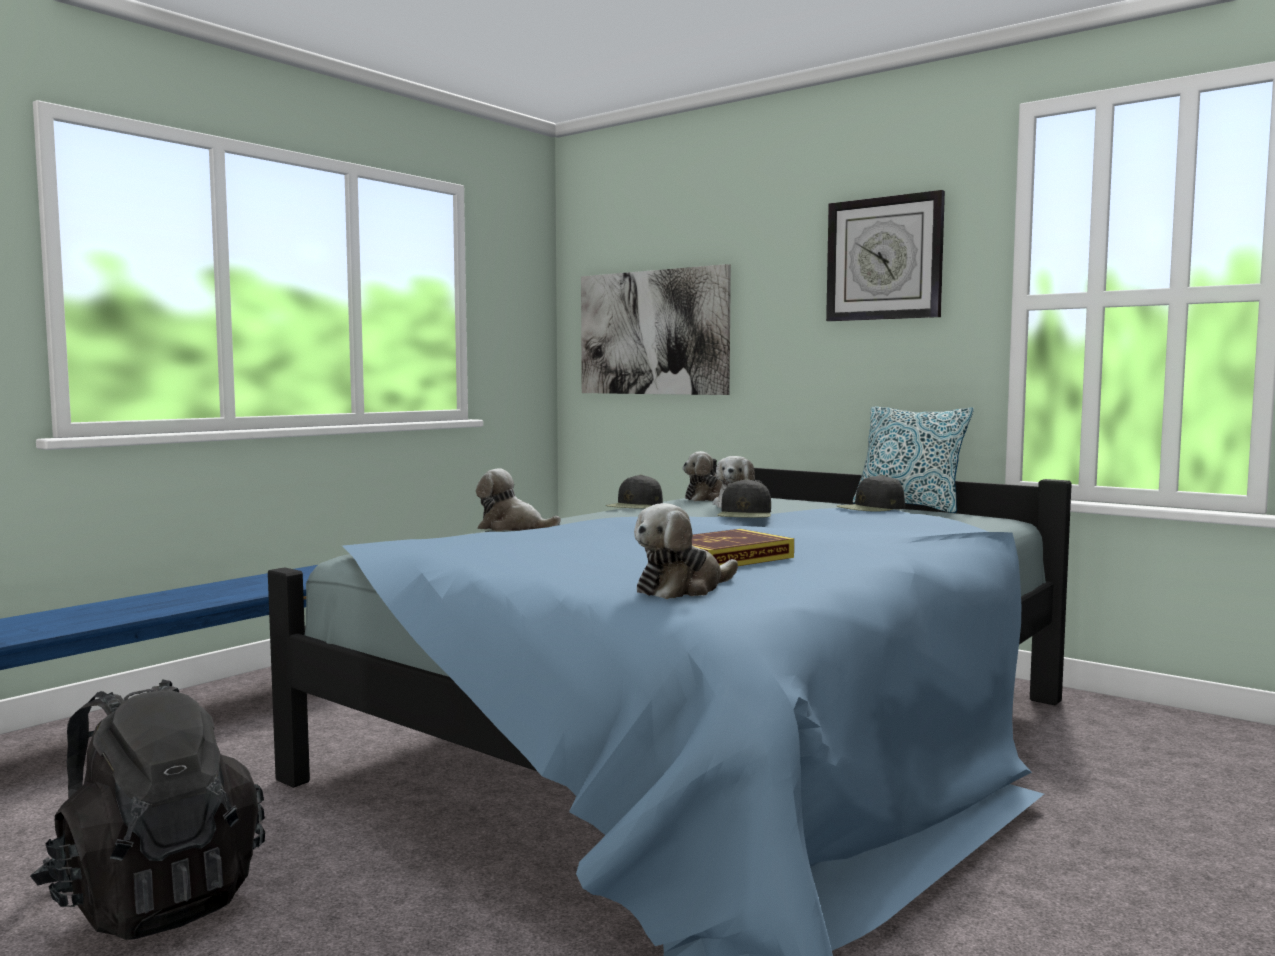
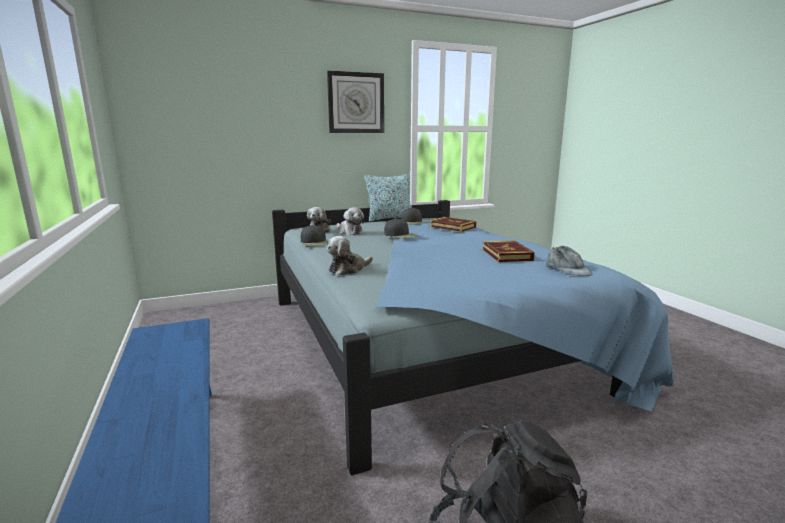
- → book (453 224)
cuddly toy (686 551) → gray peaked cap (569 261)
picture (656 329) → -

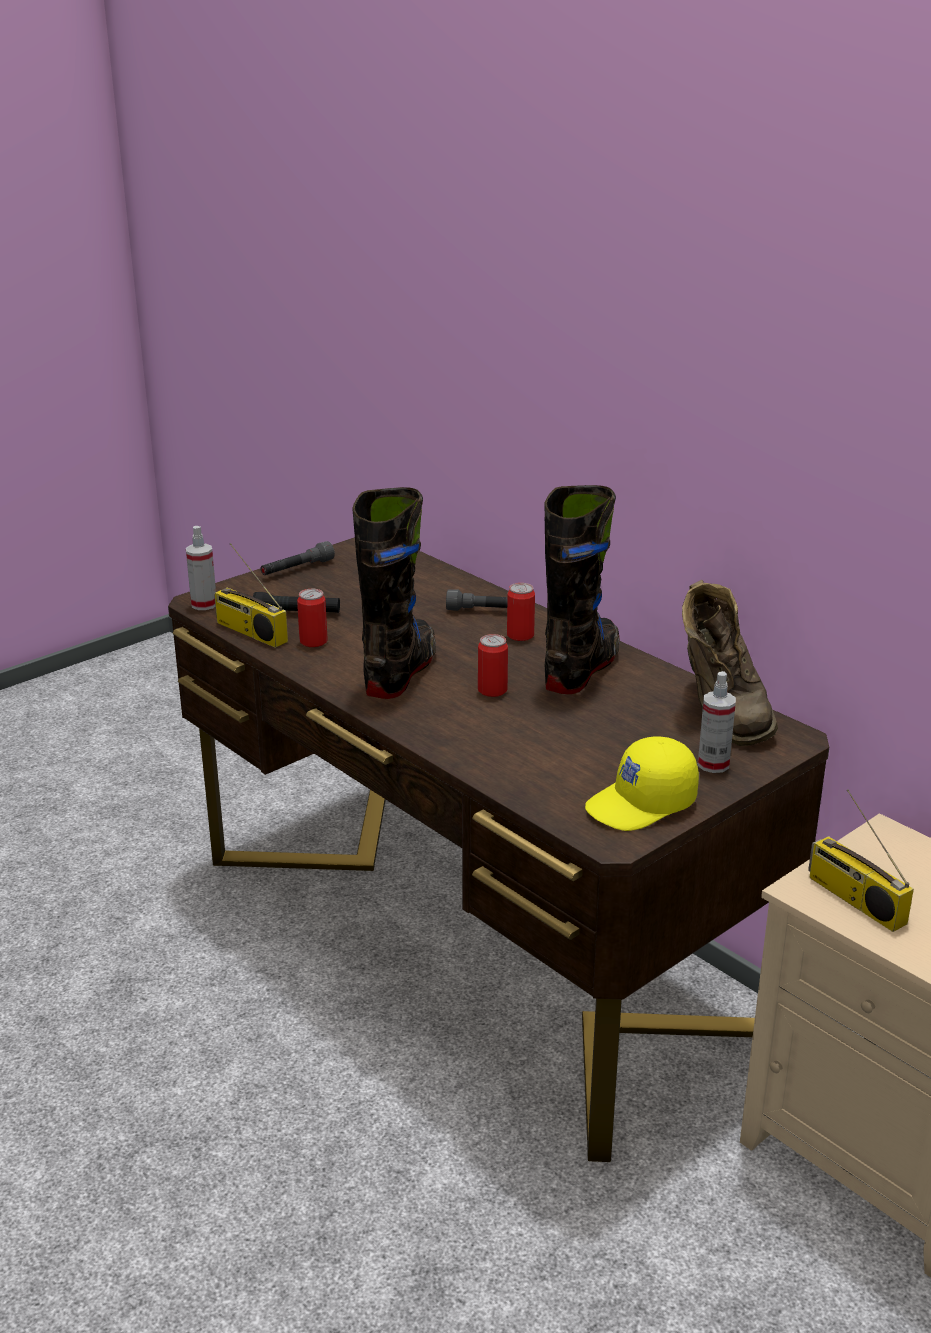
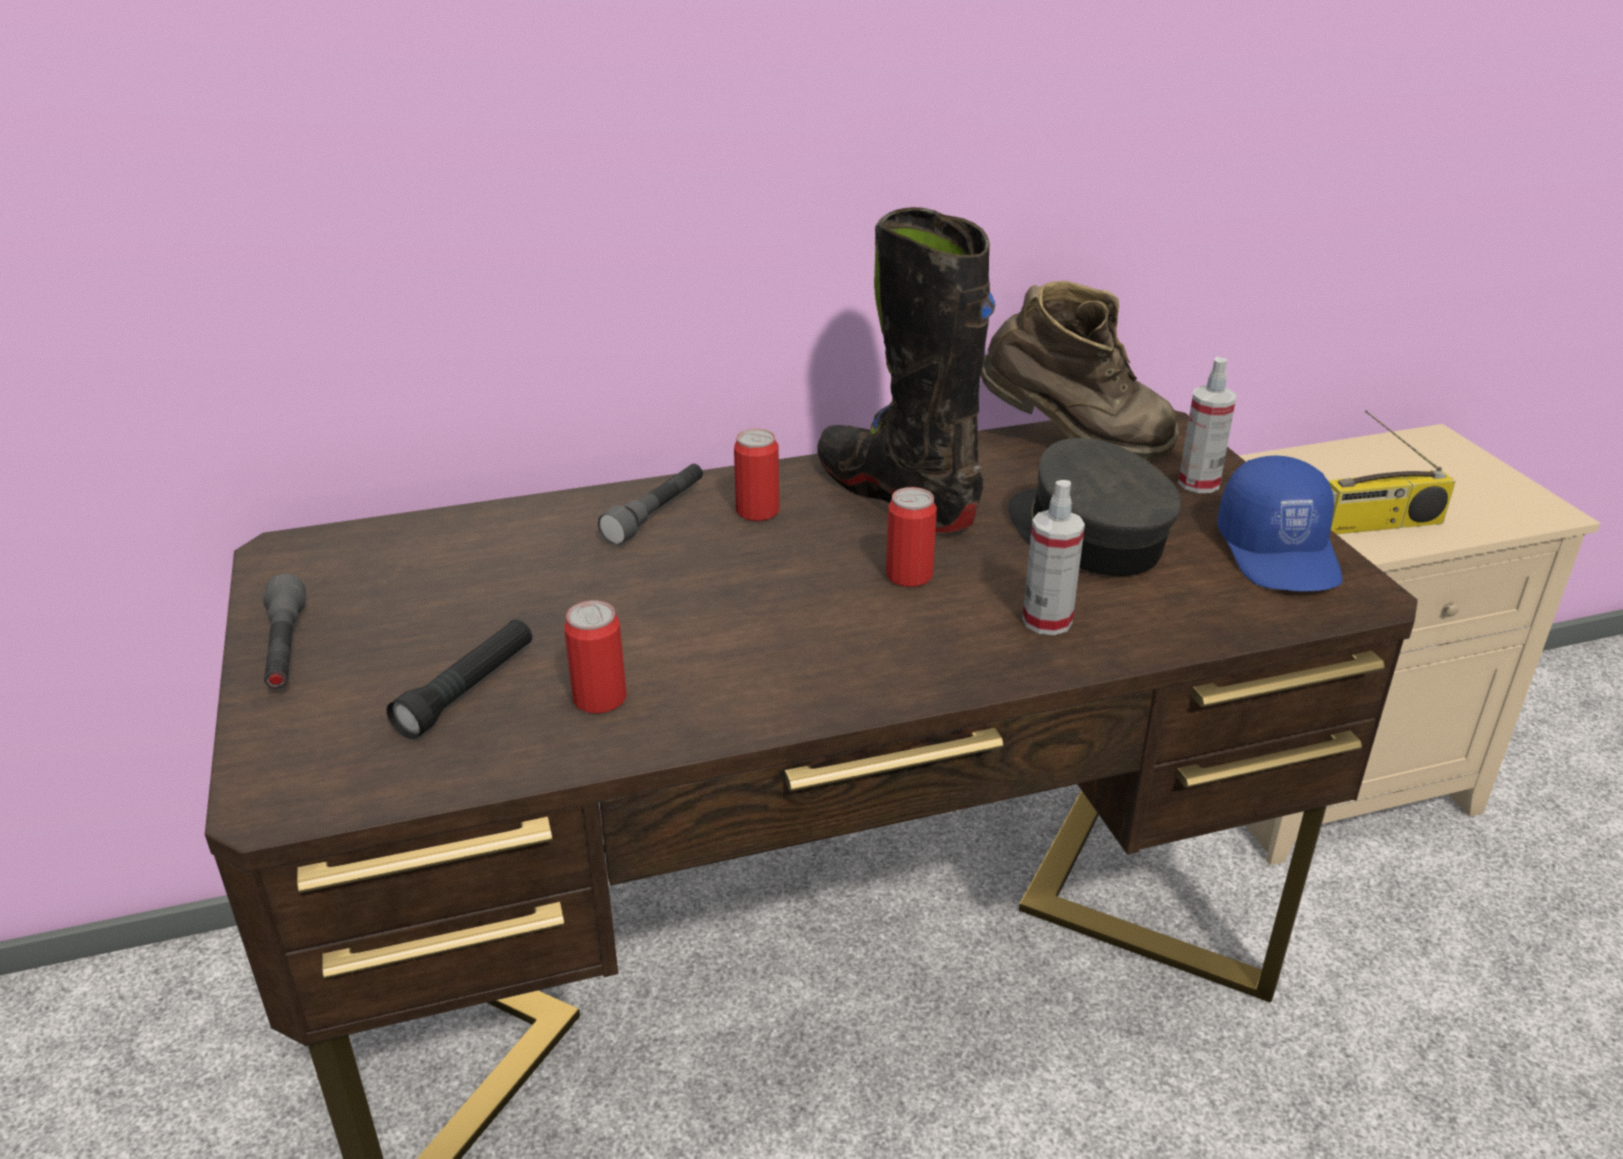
- → gray peaked cap (1095 507)
sprayer (201 568) → sprayer (1053 557), shifted
yellowish peaked cap (642 783) → bluish peaked cap (1280 523)
radio (251 595) → -
blackish boot (394 593) → -

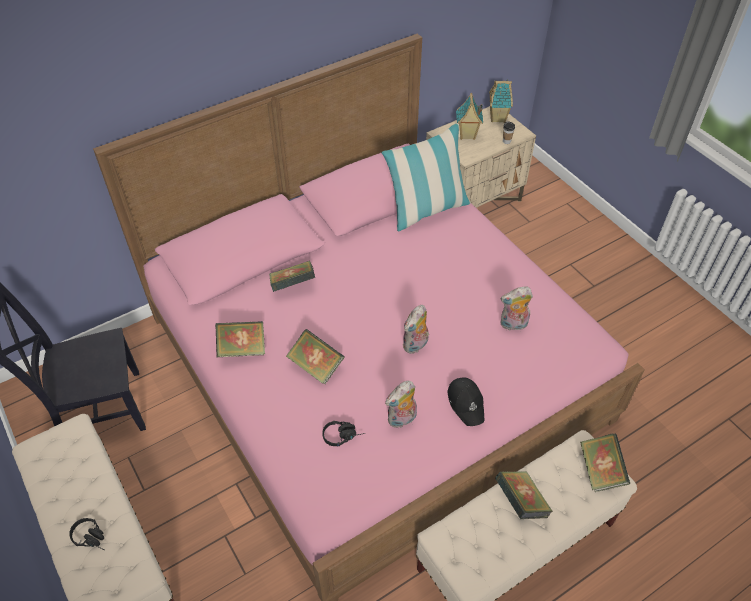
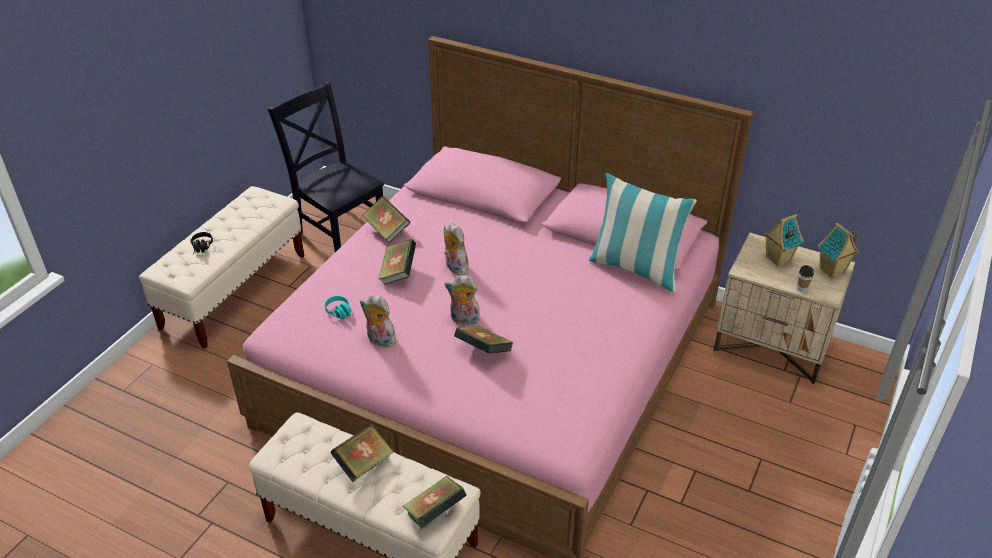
blackish pair of headphones (343 434) → turquoise-coloured pair of headphones (338 309)
cuddly toy (517 308) → cuddly toy (456 249), shifted
book (292 276) → book (483 340), shifted
blackish peaked cap (466 401) → -

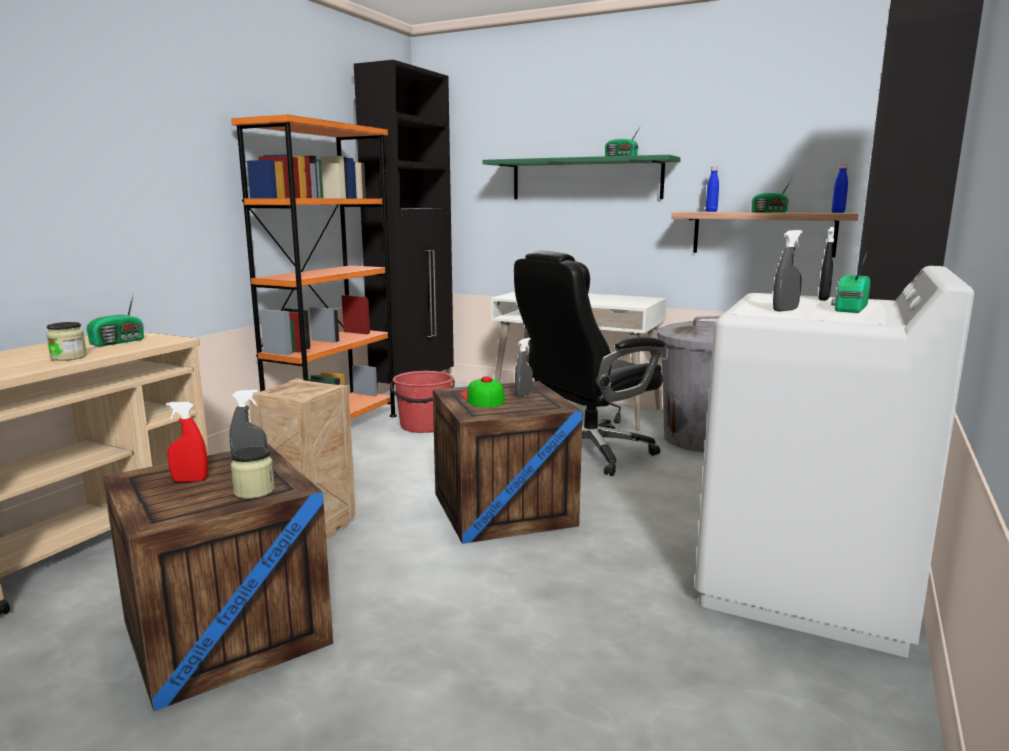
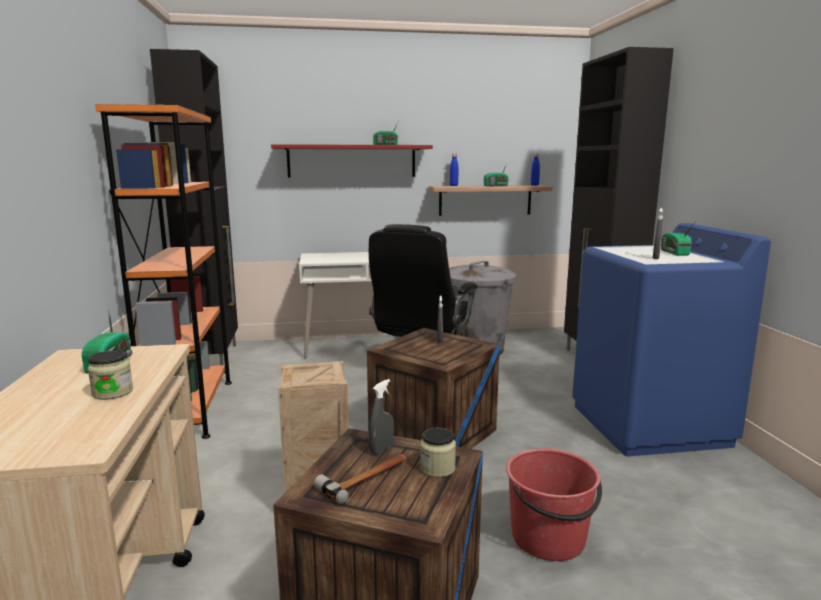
green wall shelf (582 177) → red-coloured wall shelf (352 160)
red-coloured sprayer (187 442) → hand hammer (360 479)
red-coloured water bucket (422 402) → red-coloured water bucket (554 504), shifted
white-coloured laundry appliance (834 462) → bluish laundry appliance (671 339)
peaked cap (483 392) → -
blackish sprayer (826 264) → -

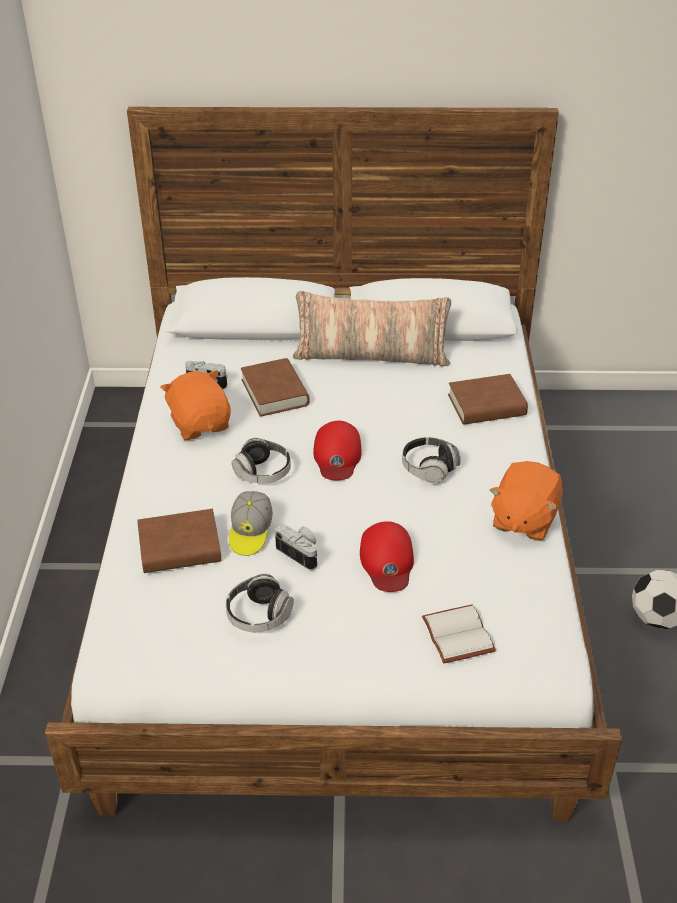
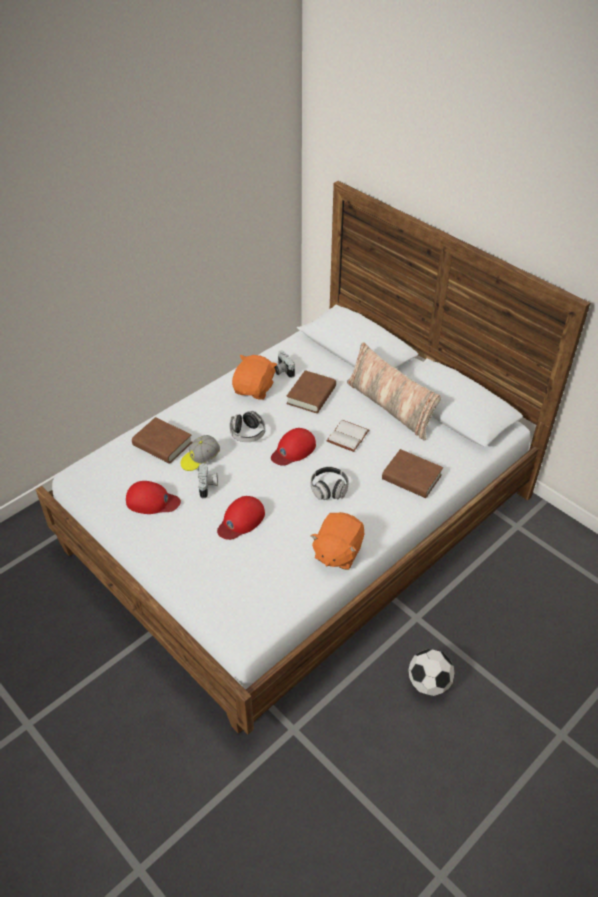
pair of headphones (260 603) → red-coloured peaked cap (153 497)
orange cuddly toy (526 501) → orange cuddly toy (337 541), 45 degrees counterclockwise
white-coloured book (459 634) → white-coloured book (348 436), shifted

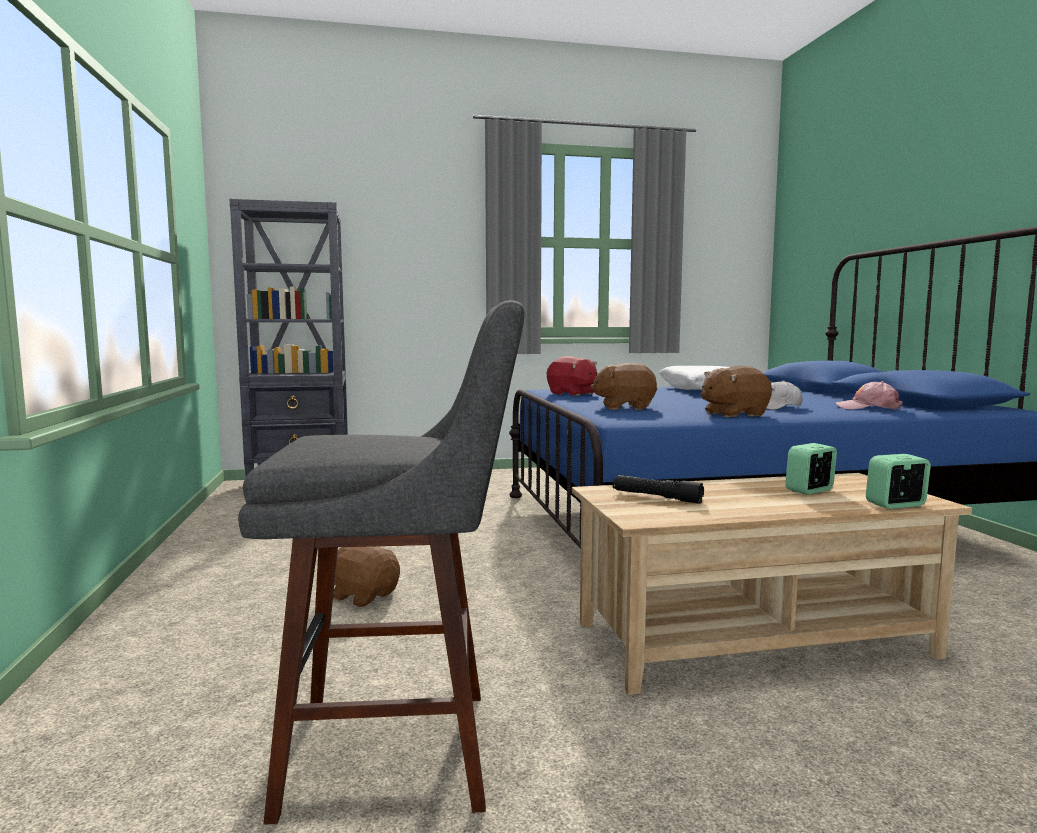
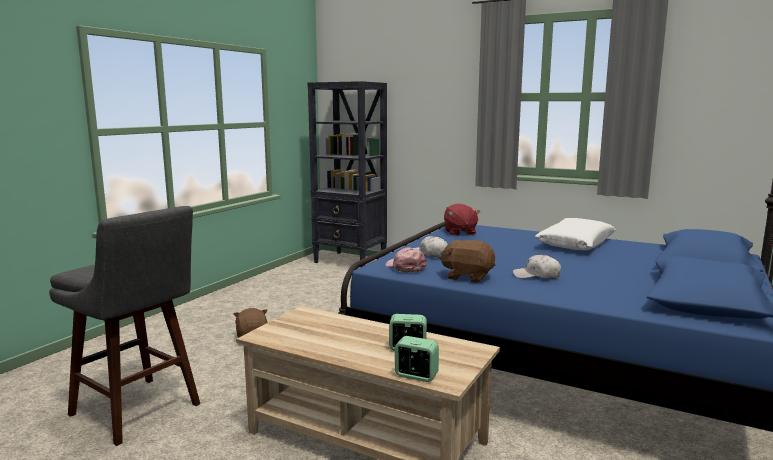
pinkish peaked cap (869 395) → pinkish peaked cap (406 260), shifted
brownish cuddly toy (623 386) → white-coloured peaked cap (431 246)
blackish hand torch (658 489) → -

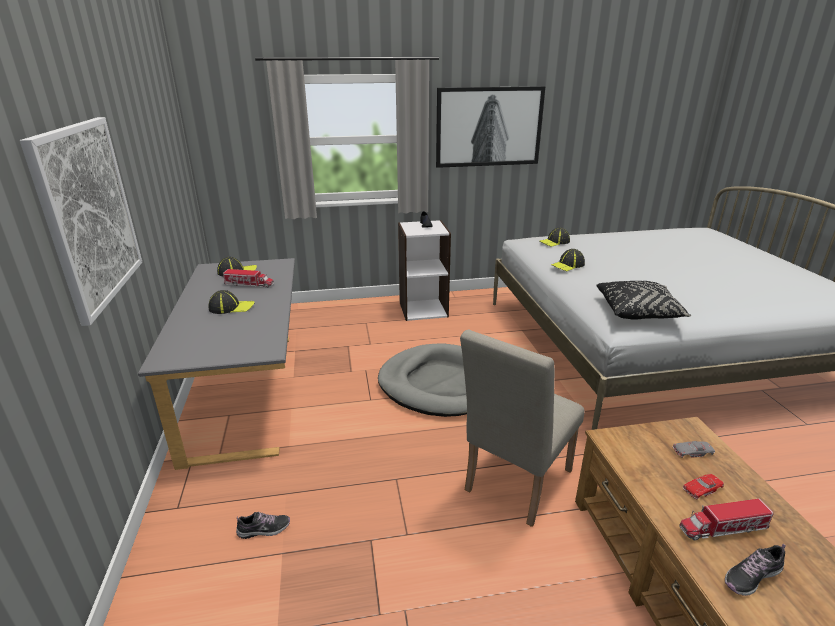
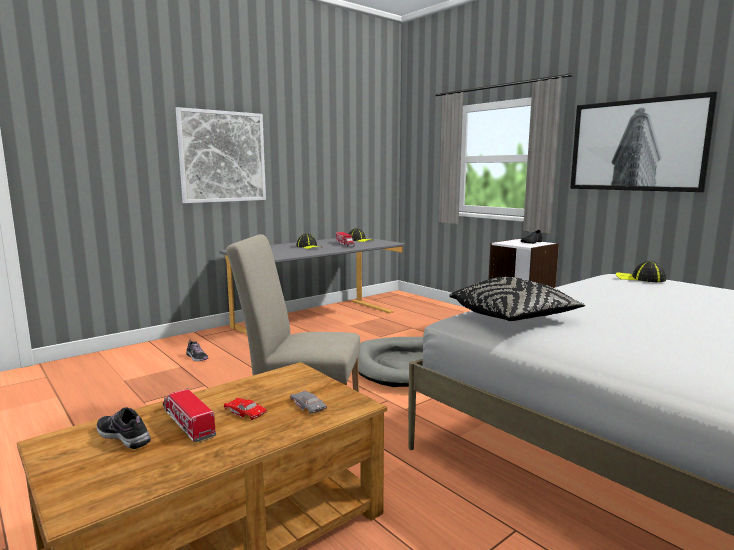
peaked cap (568 260) → -

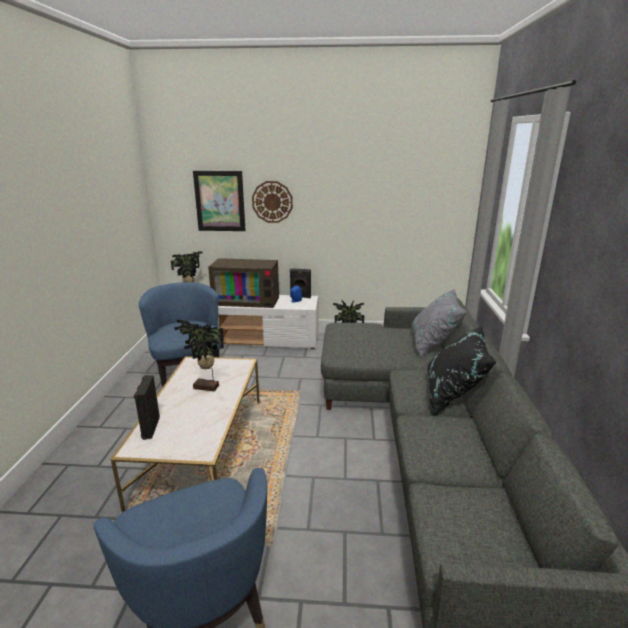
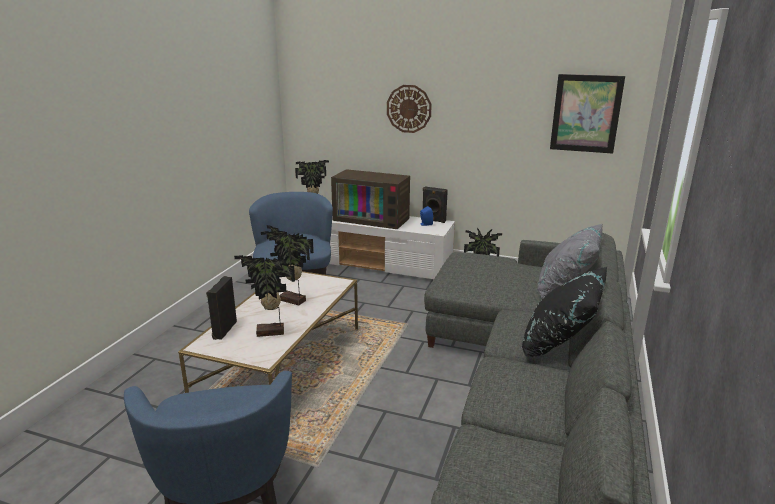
- → plant in a pot (264 296)
picture (219 201) → picture (587 114), shifted

